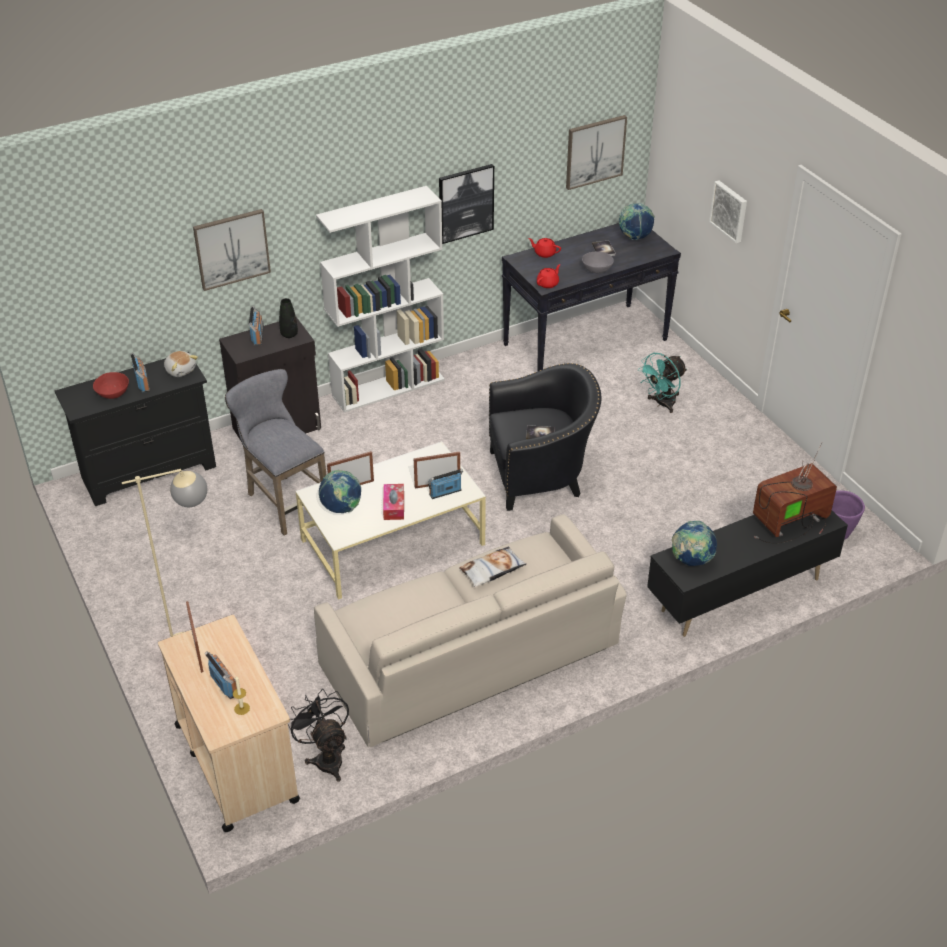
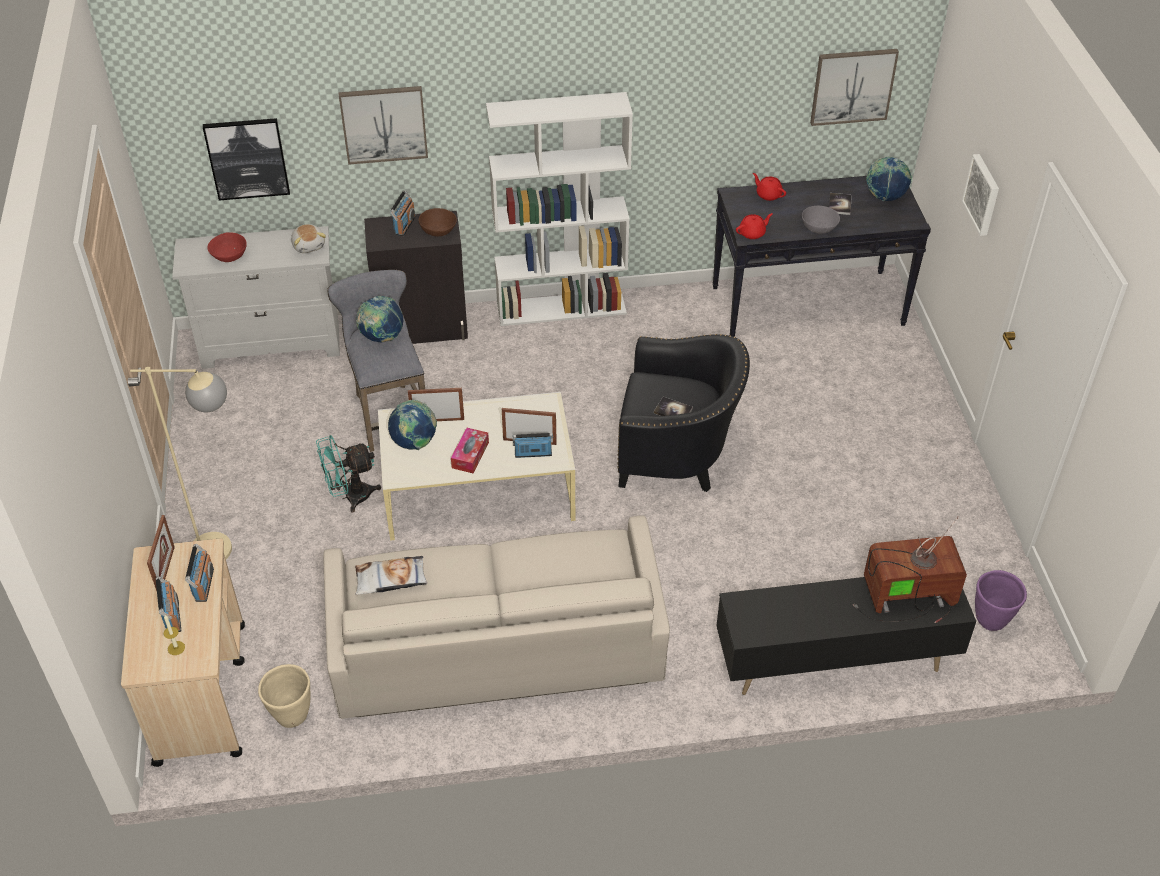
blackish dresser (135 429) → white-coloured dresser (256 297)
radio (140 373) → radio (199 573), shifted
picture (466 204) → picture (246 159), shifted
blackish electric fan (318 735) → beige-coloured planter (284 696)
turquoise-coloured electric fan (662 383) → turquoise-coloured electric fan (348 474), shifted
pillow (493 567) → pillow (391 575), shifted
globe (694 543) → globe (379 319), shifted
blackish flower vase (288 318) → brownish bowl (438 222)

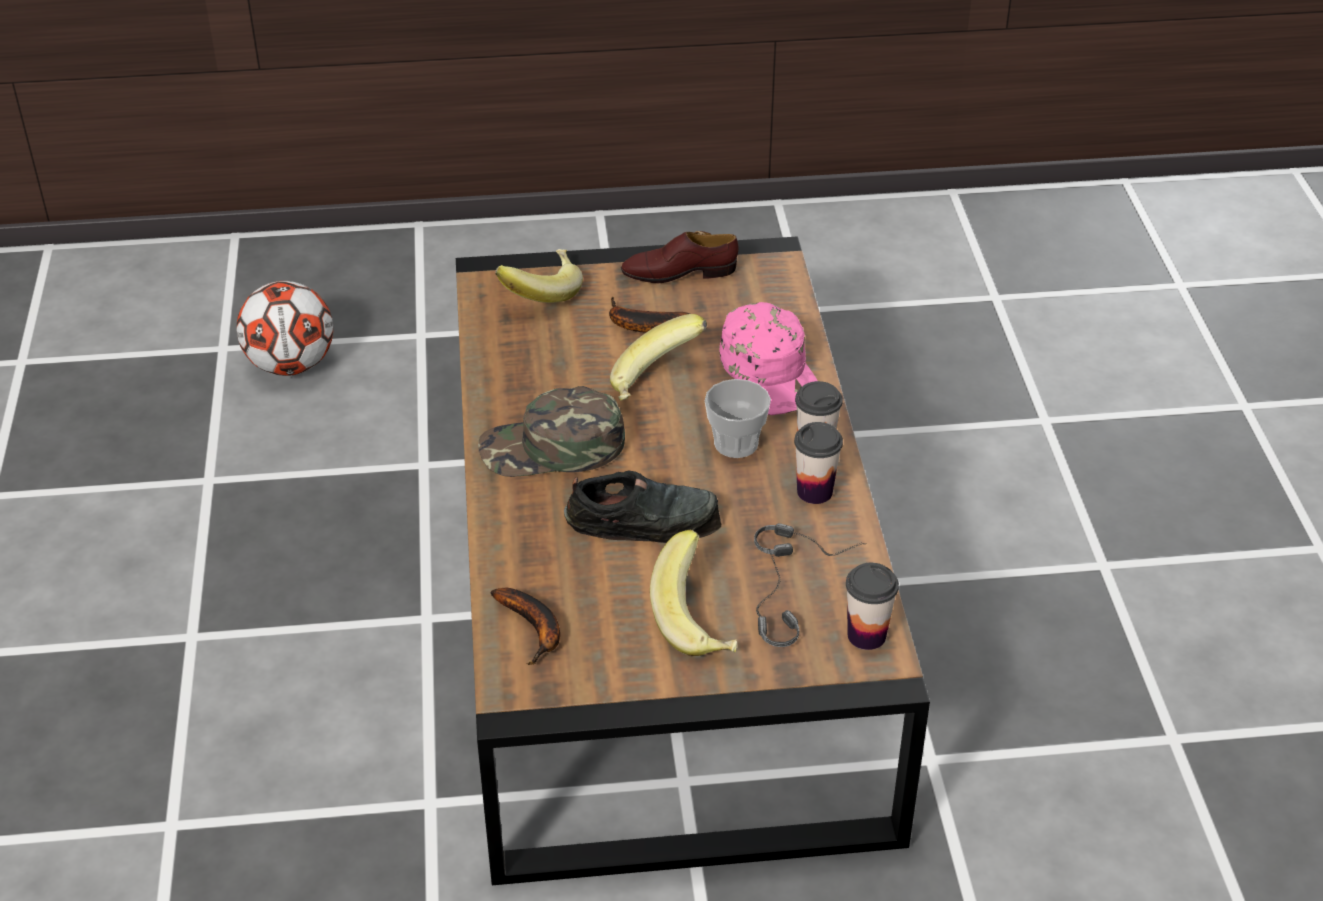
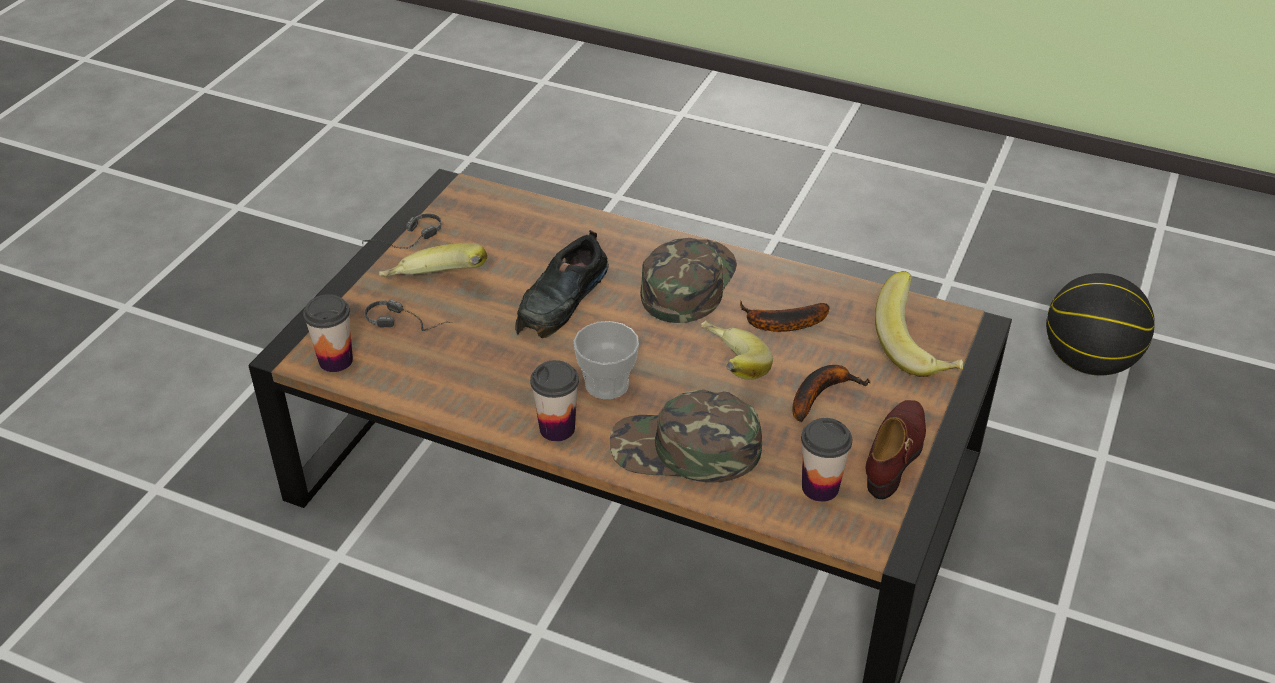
pair of headphones (810 540) → pair of headphones (402 231), shifted
pinkish peaked cap (768 358) → green peaked cap (686 436)
whole banana (525 626) → whole banana (785 316), shifted
drinking cup (818 463) → drinking cup (826 460), shifted
ball for football (285 328) → ball for basketball (1100 324)

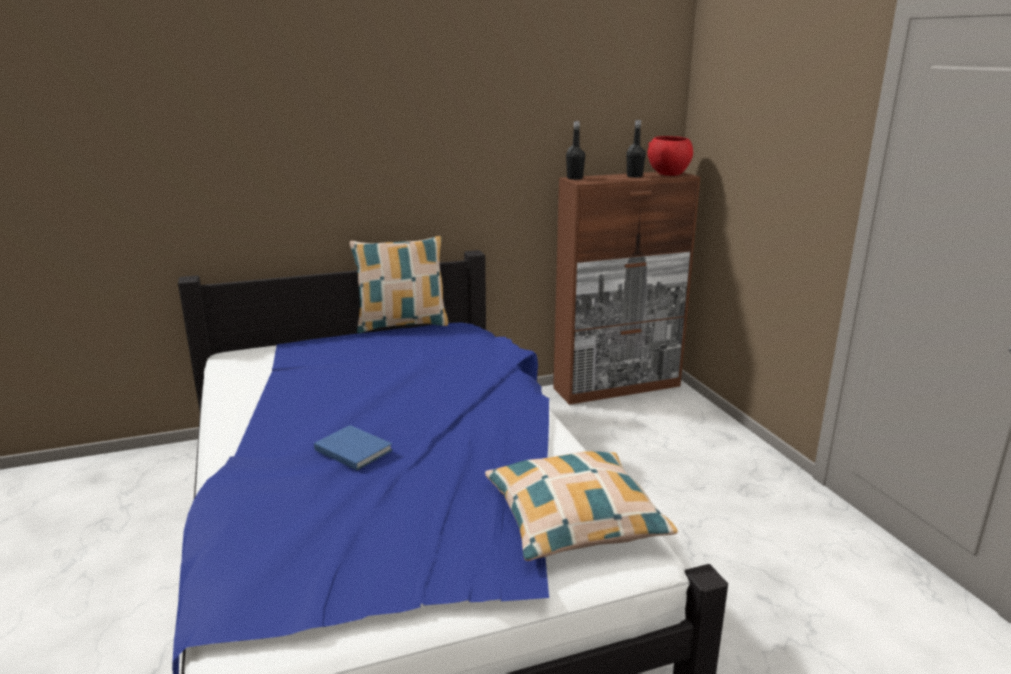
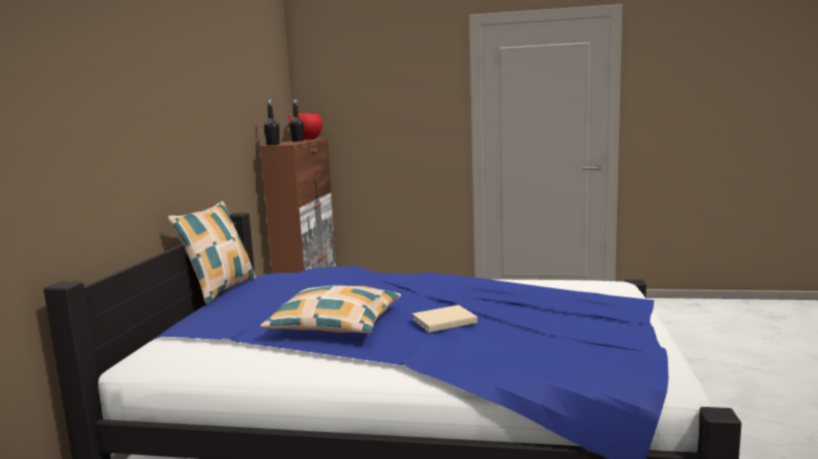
pillow (581 506) → pillow (330 309), shifted
bluish book (353 447) → beige-coloured book (444 318)

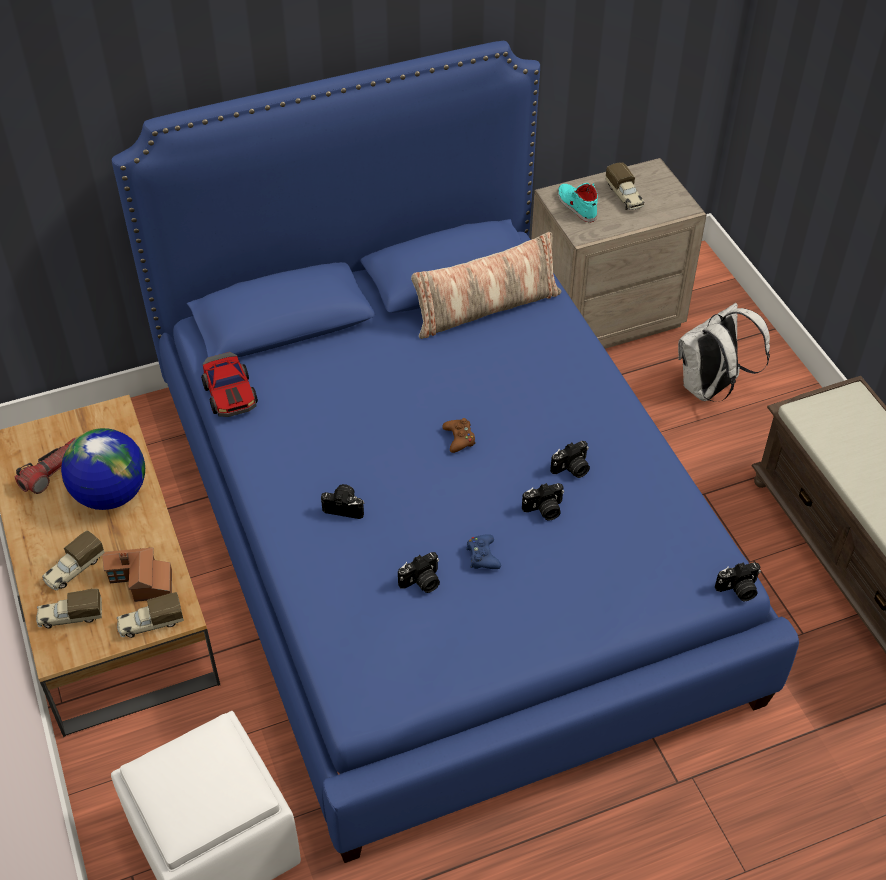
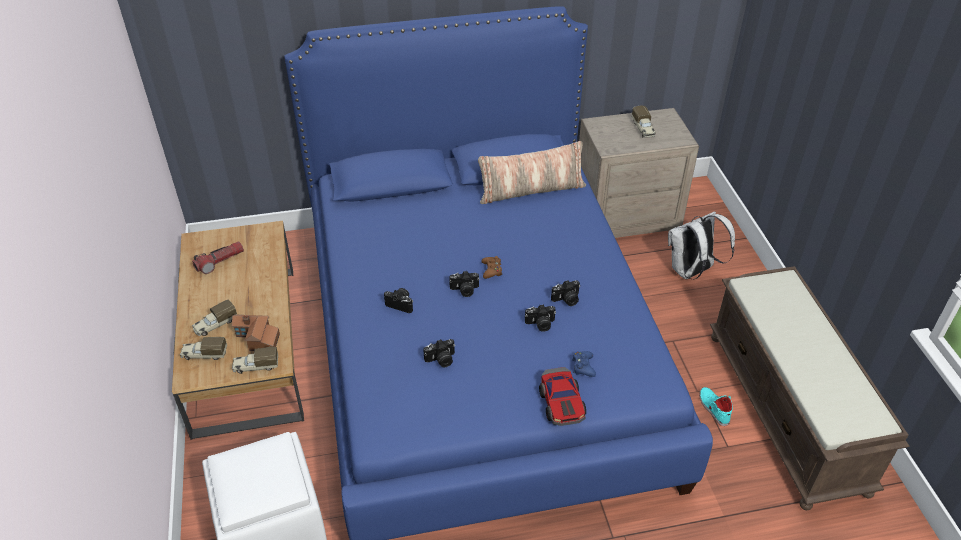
still camera (738 581) → still camera (464 284), shifted
toy car (229 384) → toy car (562 396), shifted
bluish gamepad (483 551) → bluish gamepad (584 364), shifted
turquoise-coloured item of footwear (578 202) → turquoise-coloured item of footwear (716 406), shifted
globe (103 469) → -

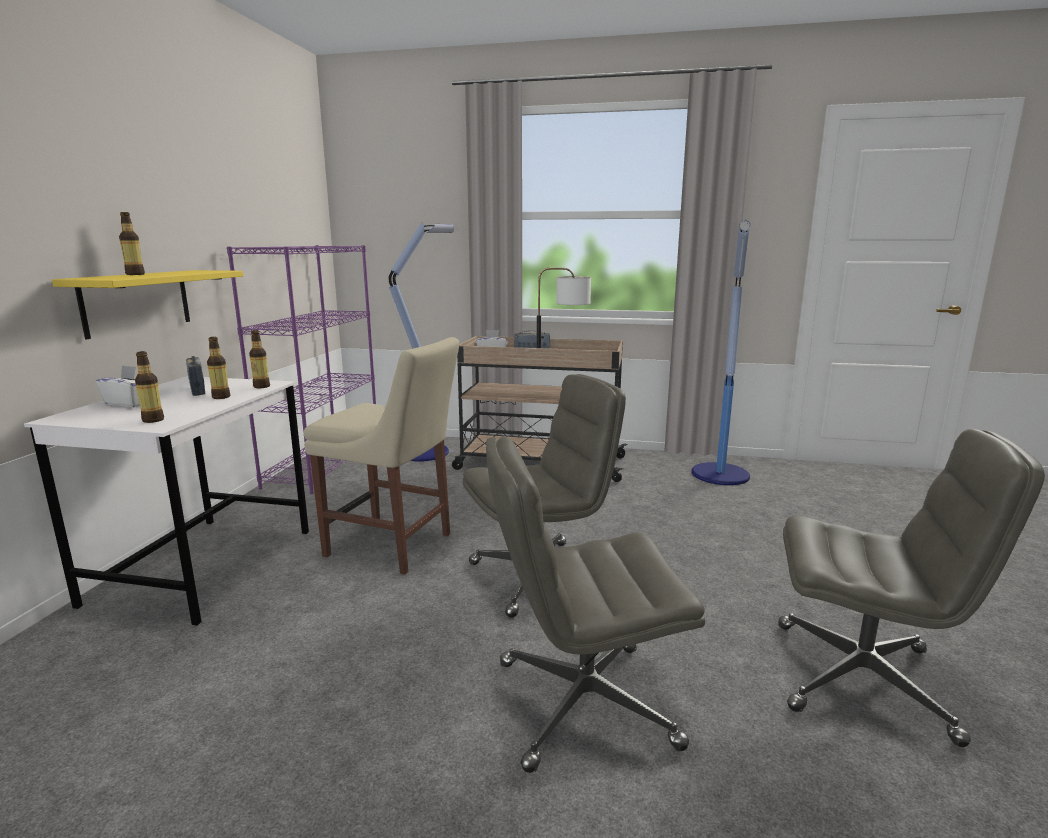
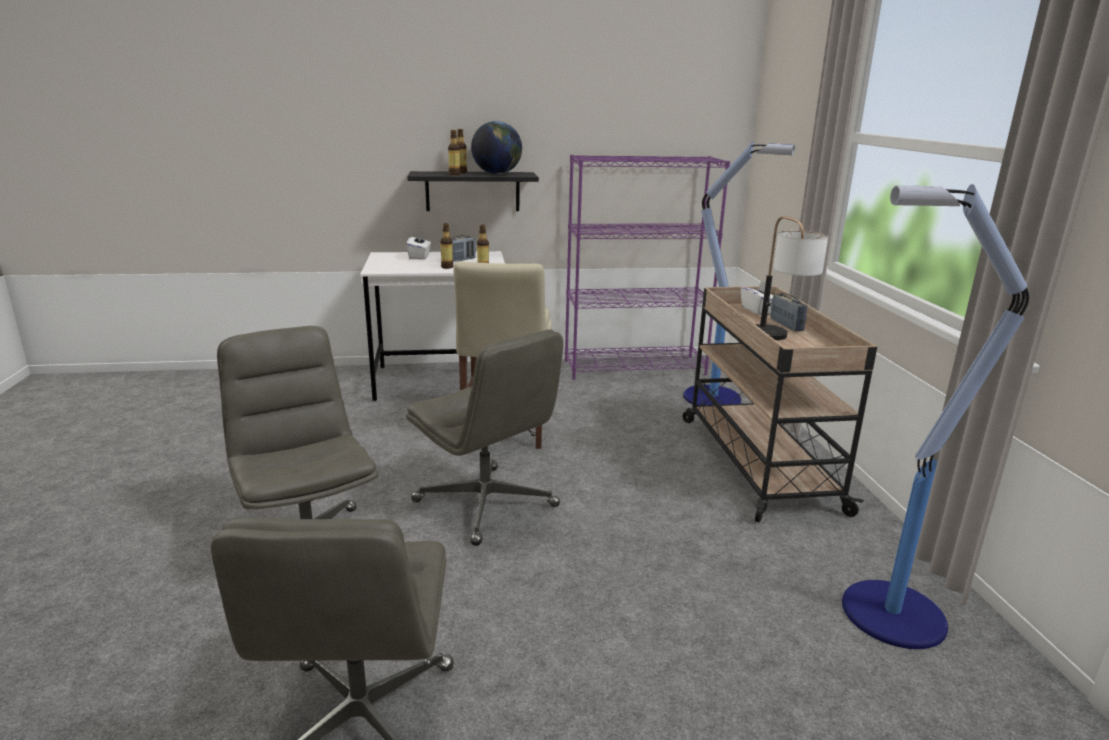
yellowish wall shelf (147 305) → blackish wall shelf (473 191)
drink bottle (149 387) → drink bottle (454 152), shifted
- → globe (496 147)

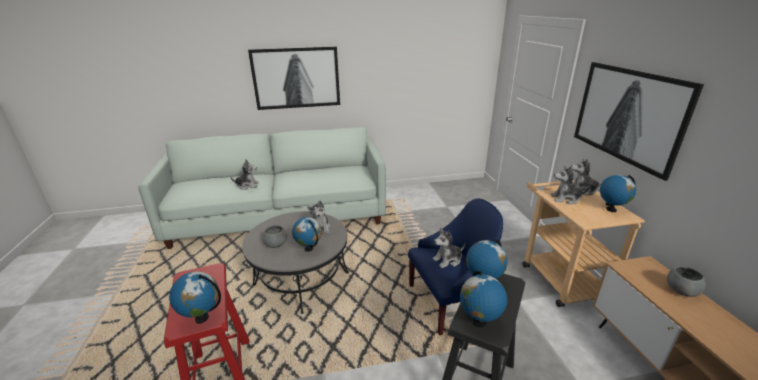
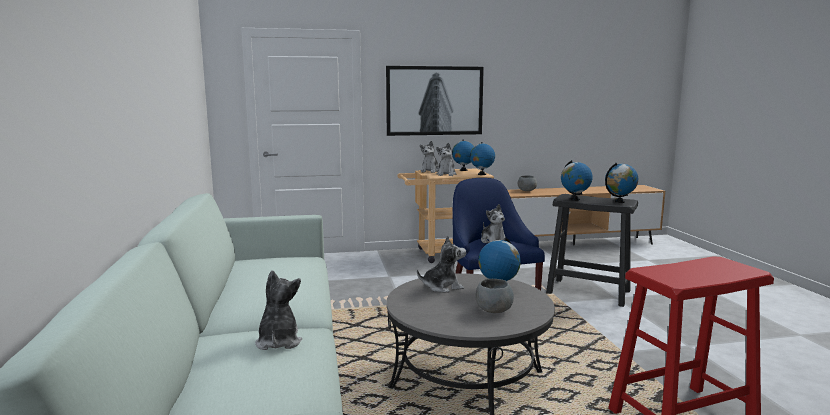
globe (195 297) → globe (482 158), shifted
picture (294 78) → -

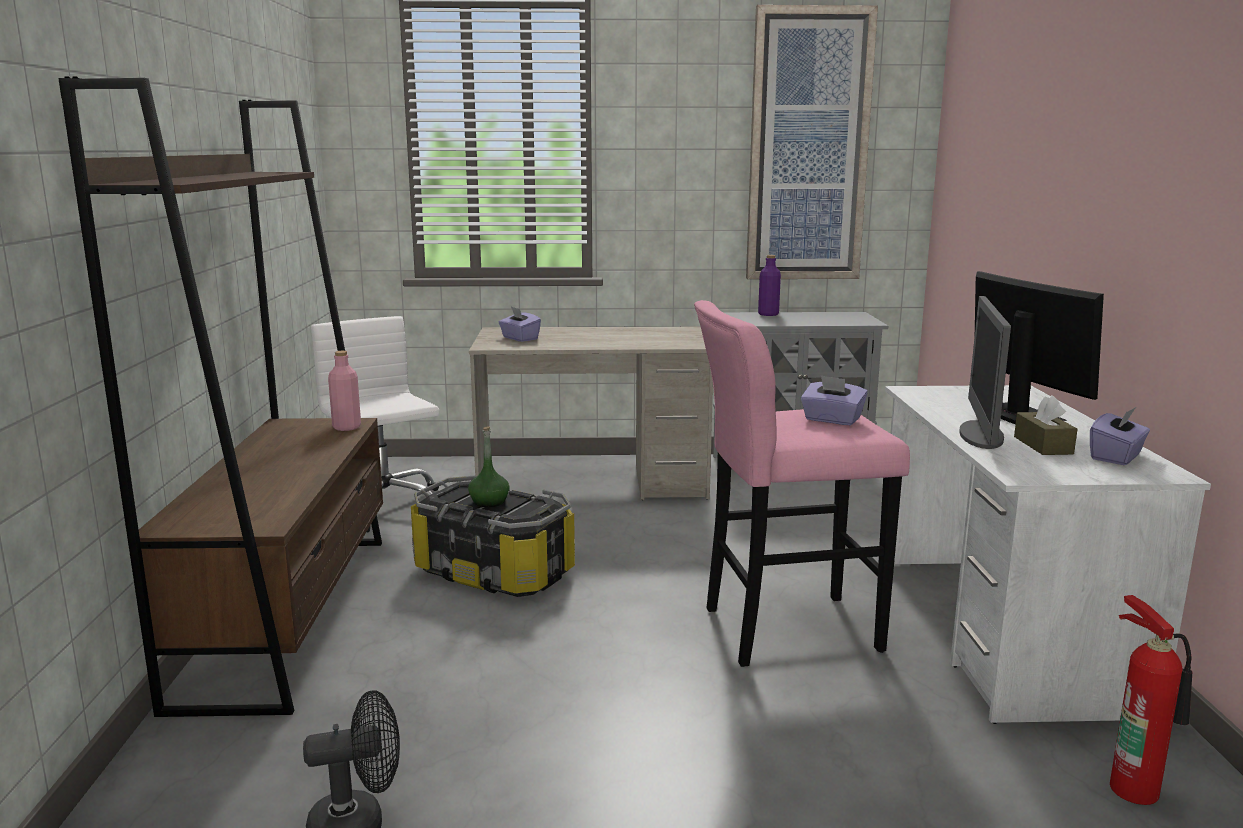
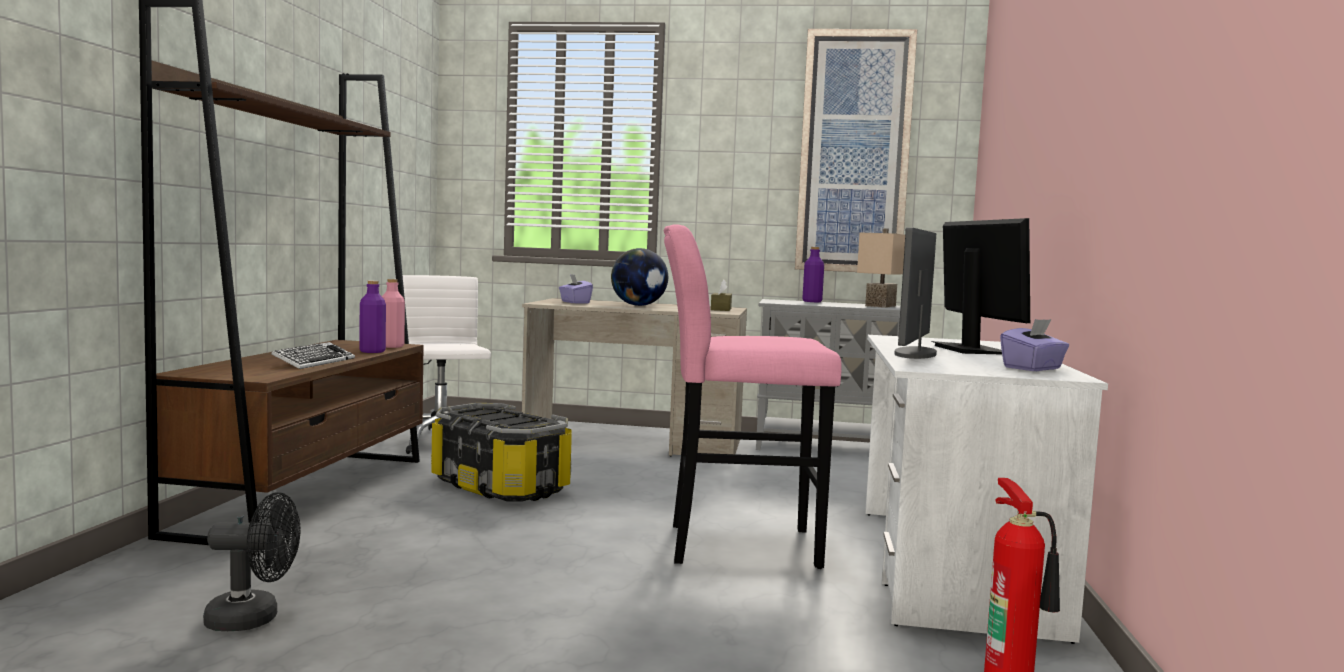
- → keyboard (313 355)
- → purplish drink bottle (372 317)
- → globe (639 277)
brownish box of tissues (1045 425) → brownish box of tissues (721 295), shifted
- → beige-coloured table lamp (881 268)
green drink bottle (489 466) → -
purplish box of tissues (834 400) → -

